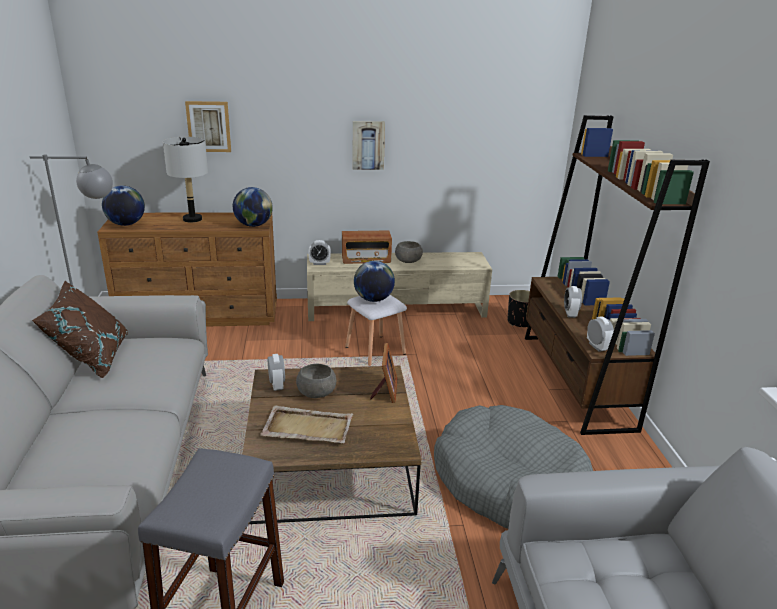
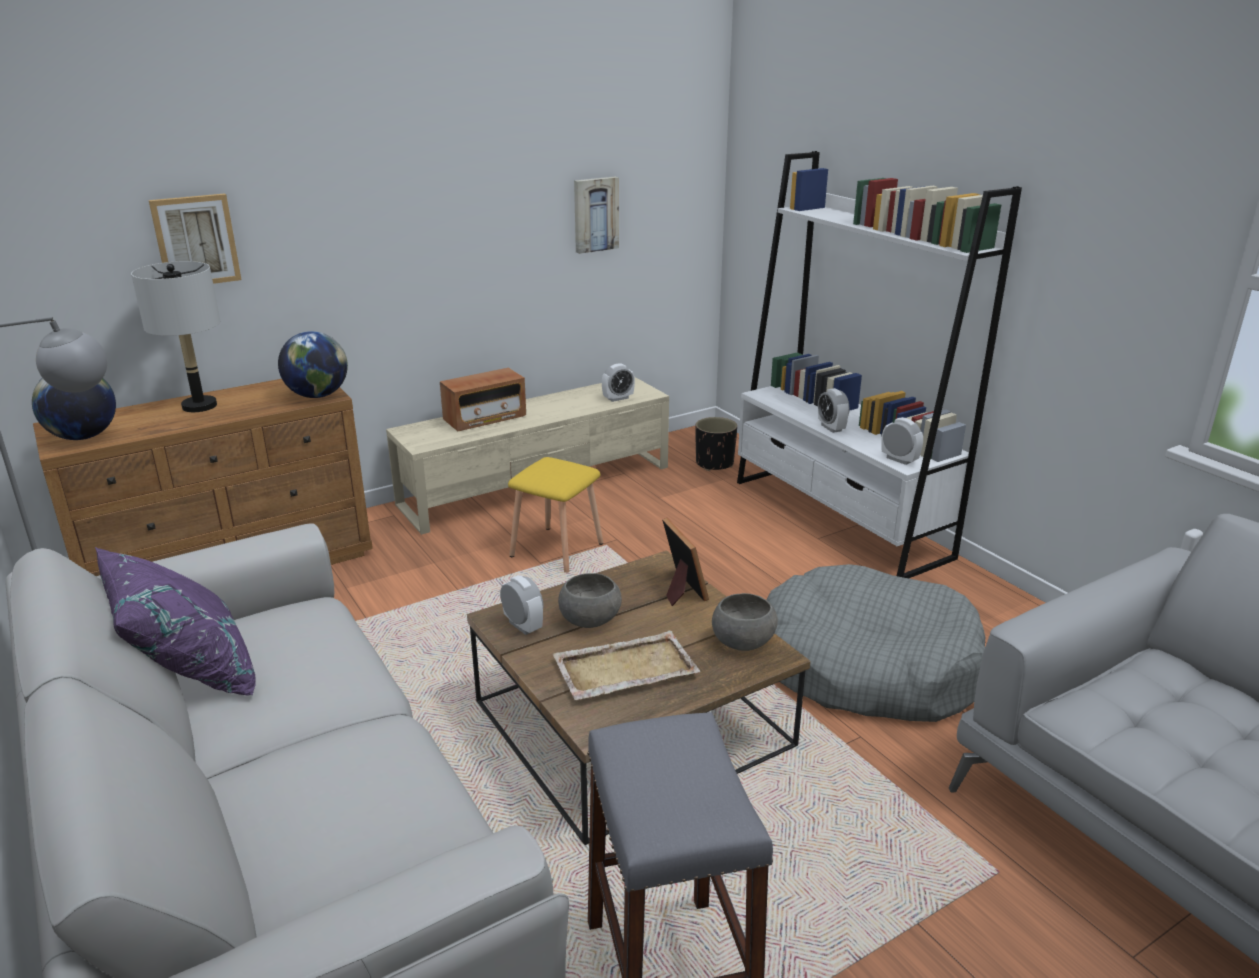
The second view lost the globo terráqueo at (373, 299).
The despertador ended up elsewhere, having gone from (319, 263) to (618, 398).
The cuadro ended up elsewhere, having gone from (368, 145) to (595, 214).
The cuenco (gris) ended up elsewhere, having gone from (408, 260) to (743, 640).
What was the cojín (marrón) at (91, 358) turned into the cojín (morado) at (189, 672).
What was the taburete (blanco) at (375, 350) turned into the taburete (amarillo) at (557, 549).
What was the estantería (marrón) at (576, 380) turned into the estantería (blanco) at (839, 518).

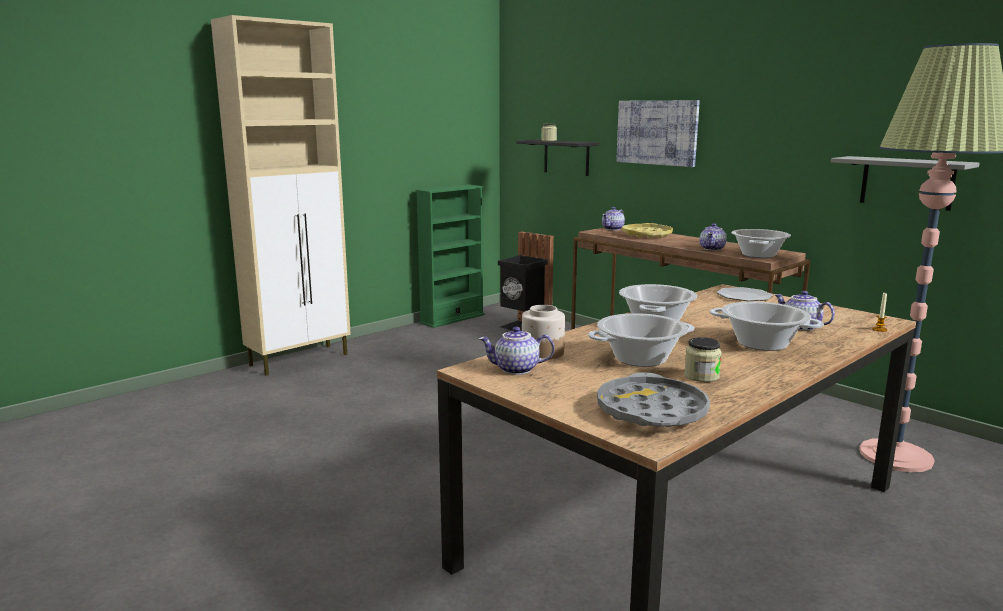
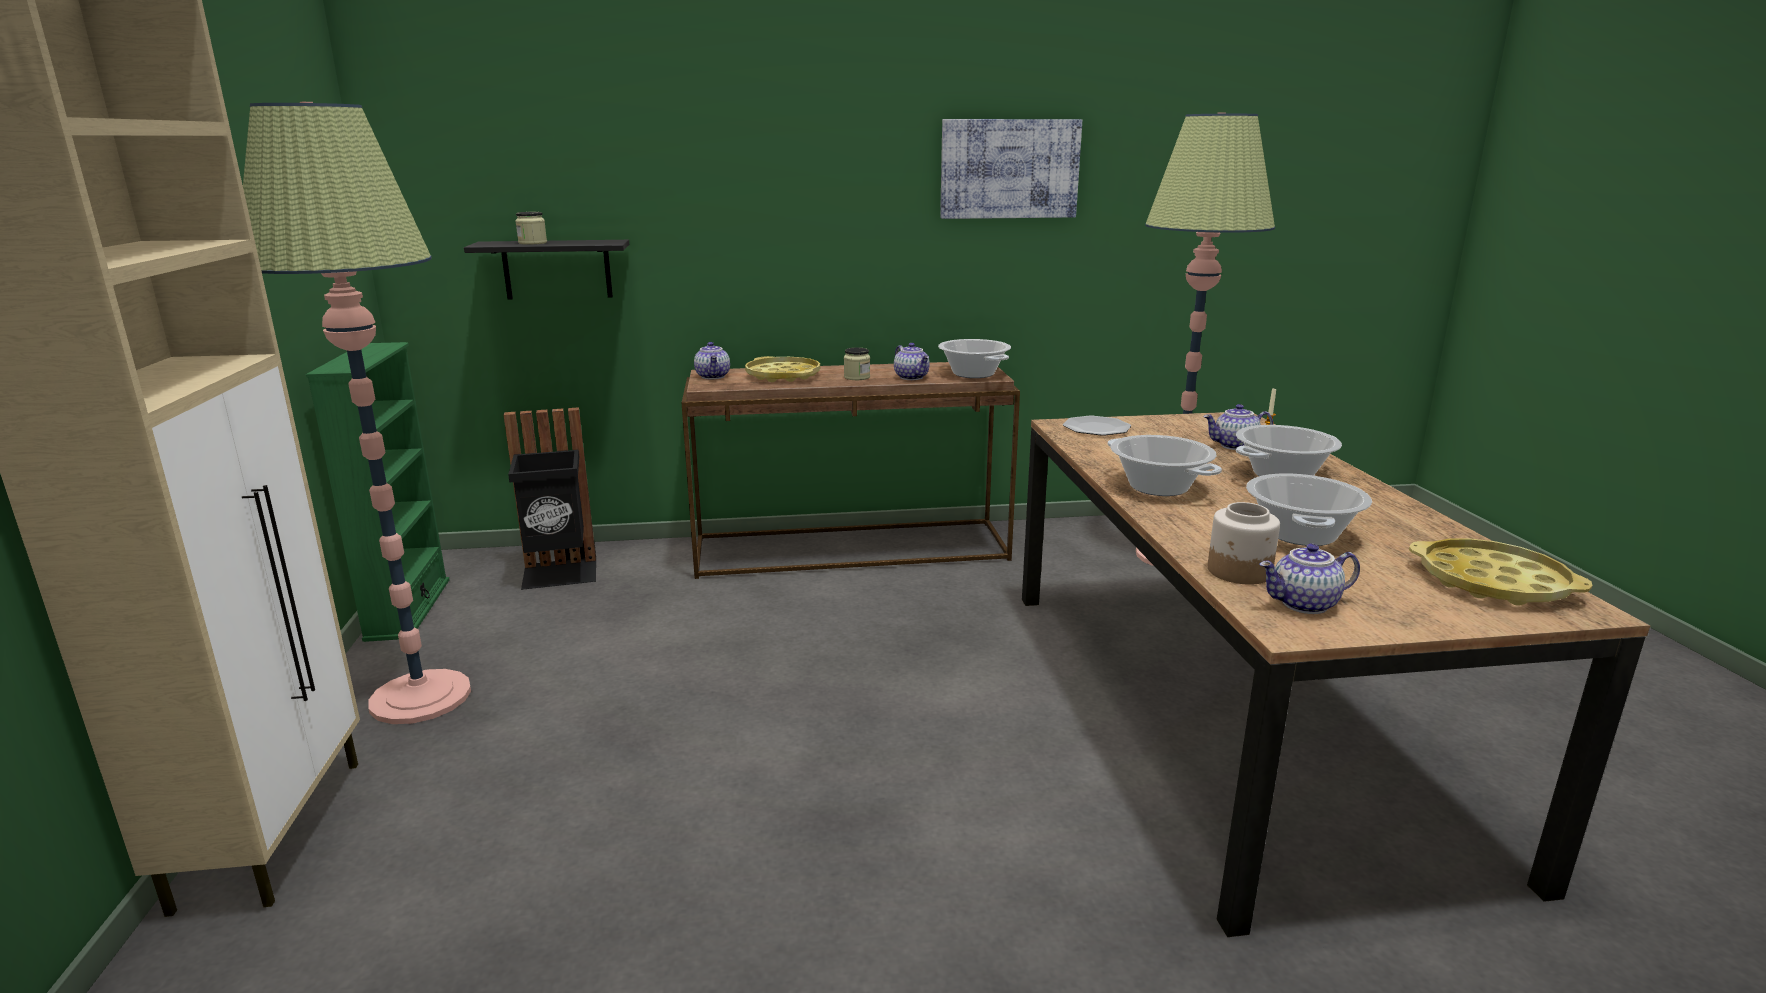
The second view lost the estante (gris) at (907, 182).
The second view gained the lámpara de pie at (420, 697).
The cuadro ended up elsewhere, having gone from (657, 132) to (1009, 169).
The tarro ended up elsewhere, having gone from (701, 376) to (857, 377).
What was the bandeja (gris) at (651, 411) turned into the bandeja (amarillo) at (1492, 583).
The tetera at (516, 370) ended up facing another way, 45 degrees clockwise from before.

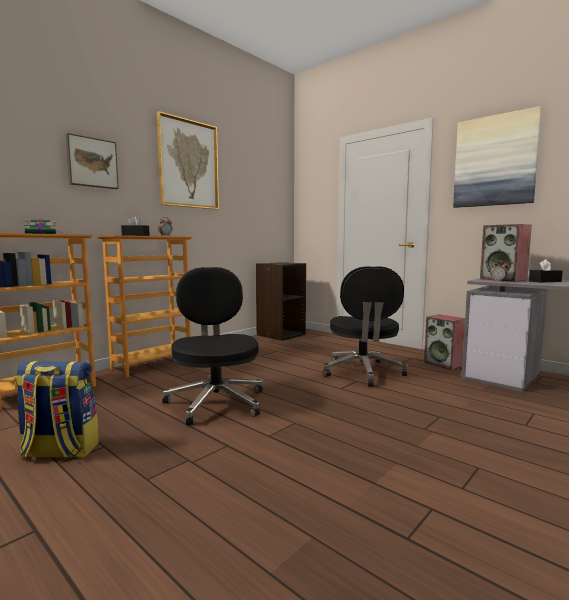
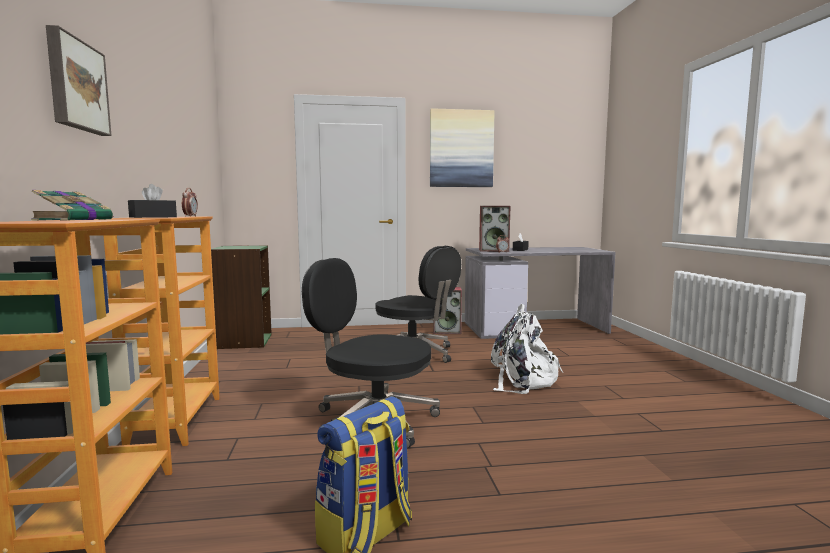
The second view lost the cuadro at (188, 164).
The second view gained the mochila (blanco) at (522, 380).
What was the estantería (negro) at (280, 334) turned into the estantería (verde) at (243, 341).

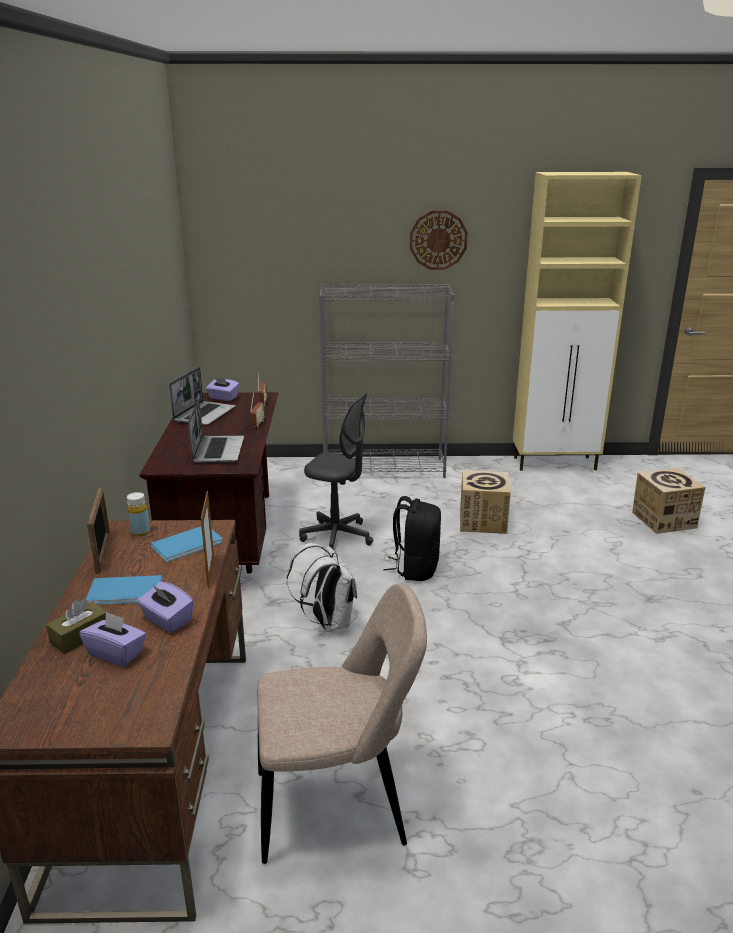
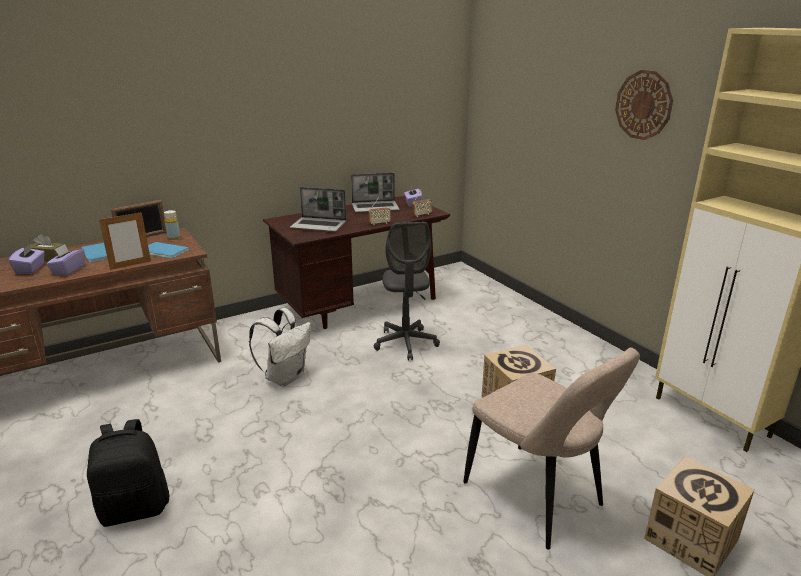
The second view lost the estantería (gris) at (384, 468).
The silla (beis) ended up elsewhere, having gone from (338, 807) to (537, 498).
The mochila (negro) ended up elsewhere, having gone from (415, 568) to (135, 508).
The portátil at (217, 450) ended up facing another way, 45 degrees clockwise from before.

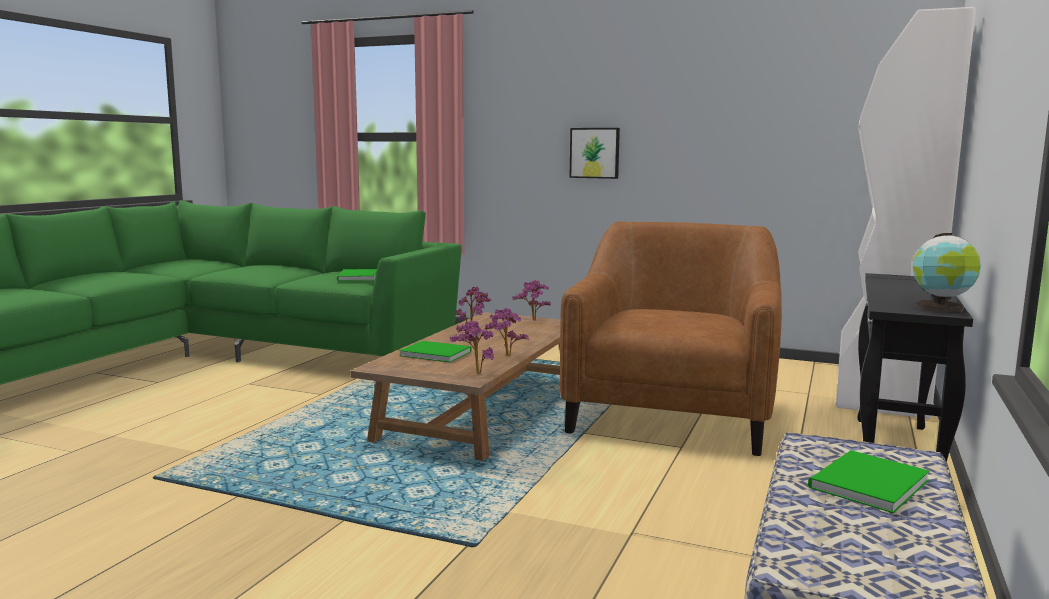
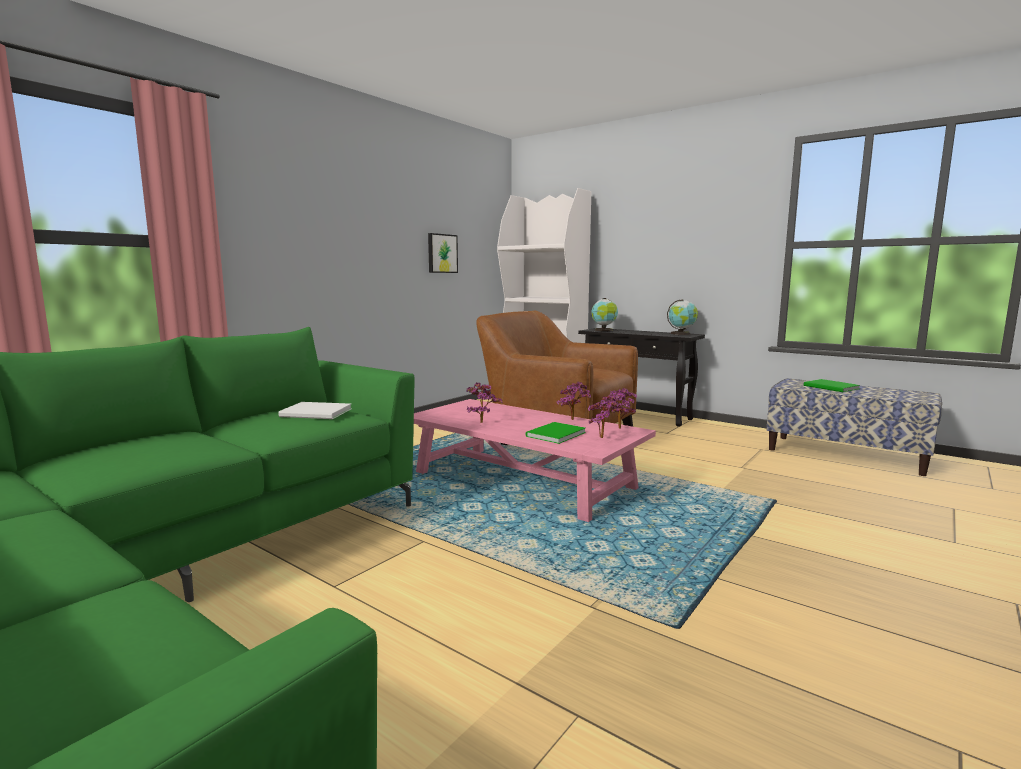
The second view gained the globo terráqueo at (604, 330).
The planta en maceta ended up elsewhere, having gone from (533, 321) to (604, 438).
The cuadro ended up elsewhere, having gone from (595, 153) to (442, 253).
What was the libro (verde) at (356, 277) turned into the libro (blanco) at (317, 413).
What was the mesa de centro (marrón) at (481, 410) turned into the mesa de centro (rosa) at (521, 480).

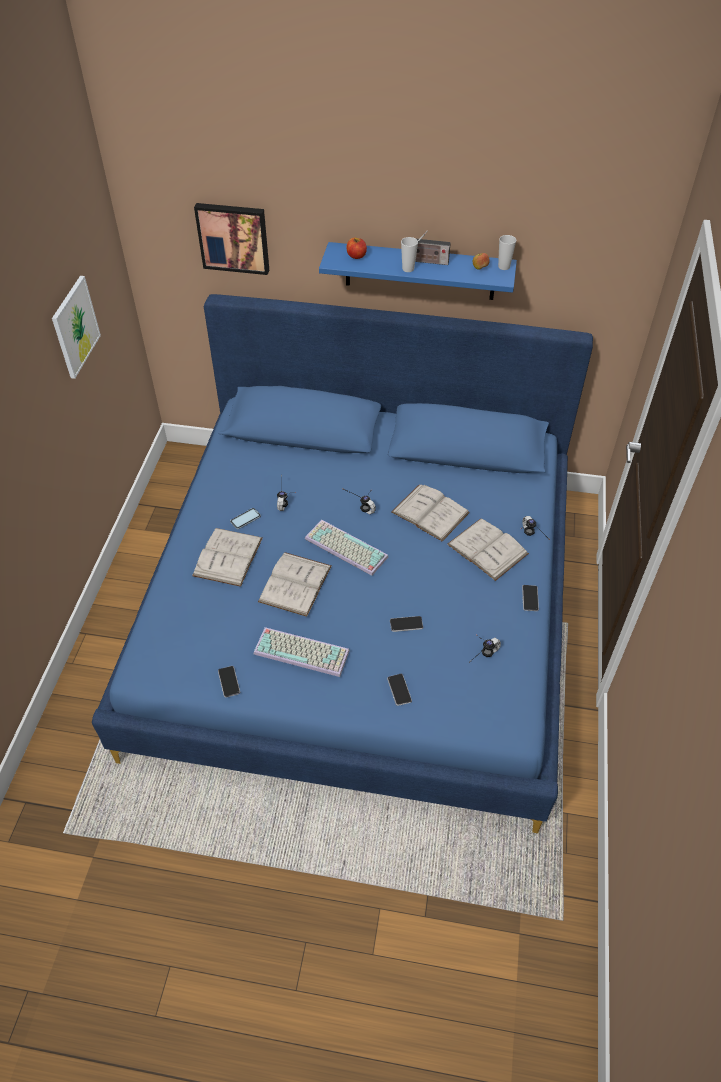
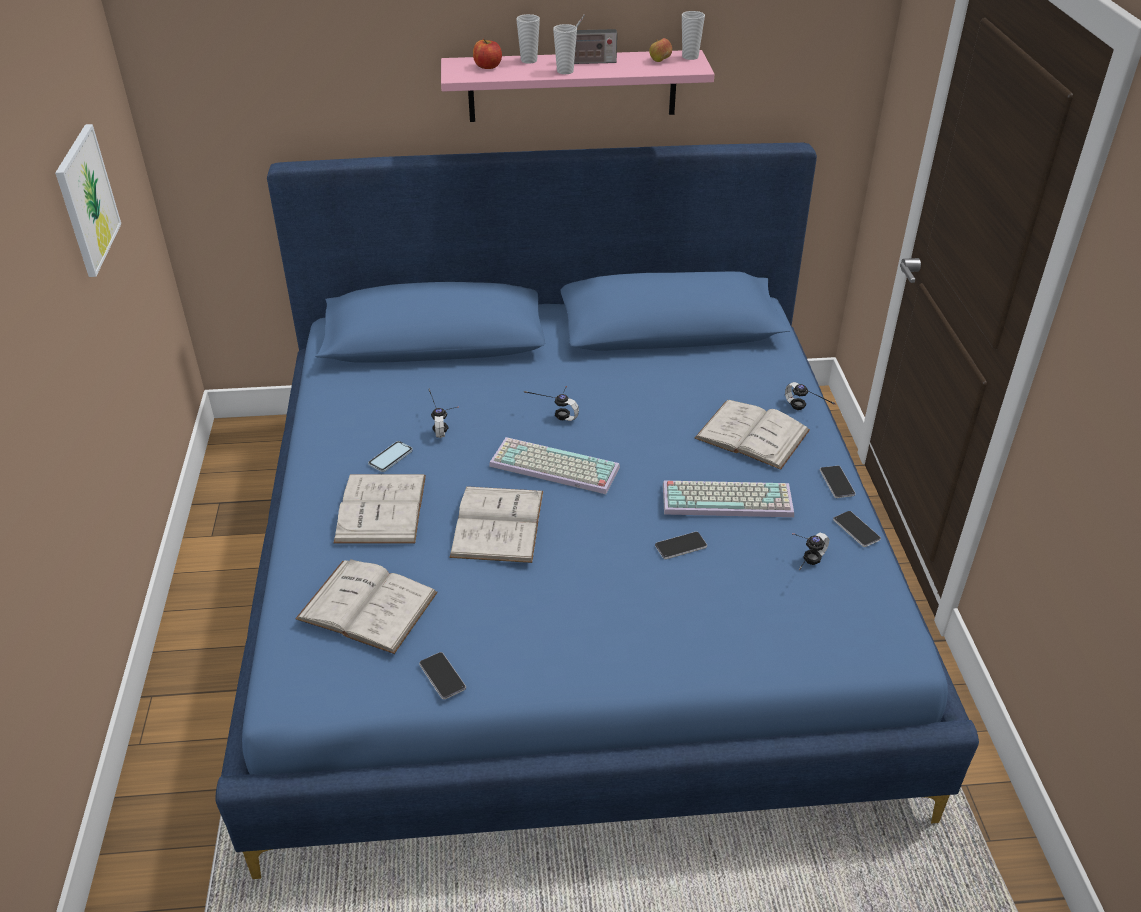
The second view lost the cuadro at (233, 237).
The second view gained the taza at (529, 60).
The teclado ended up elsewhere, having gone from (303, 651) to (728, 499).
The móvil ended up elsewhere, having gone from (399, 690) to (856, 529).
The libro (blanco) ended up elsewhere, having gone from (430, 512) to (367, 606).
What was the estante (azul) at (420, 271) turned into the estante (rosa) at (572, 86).

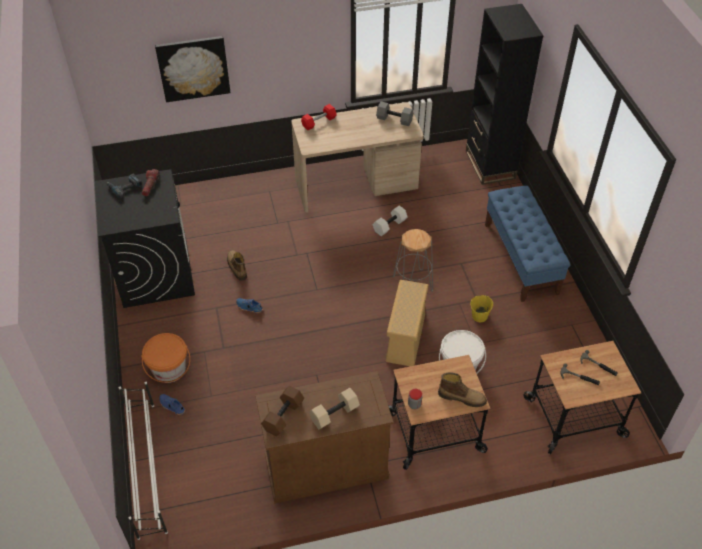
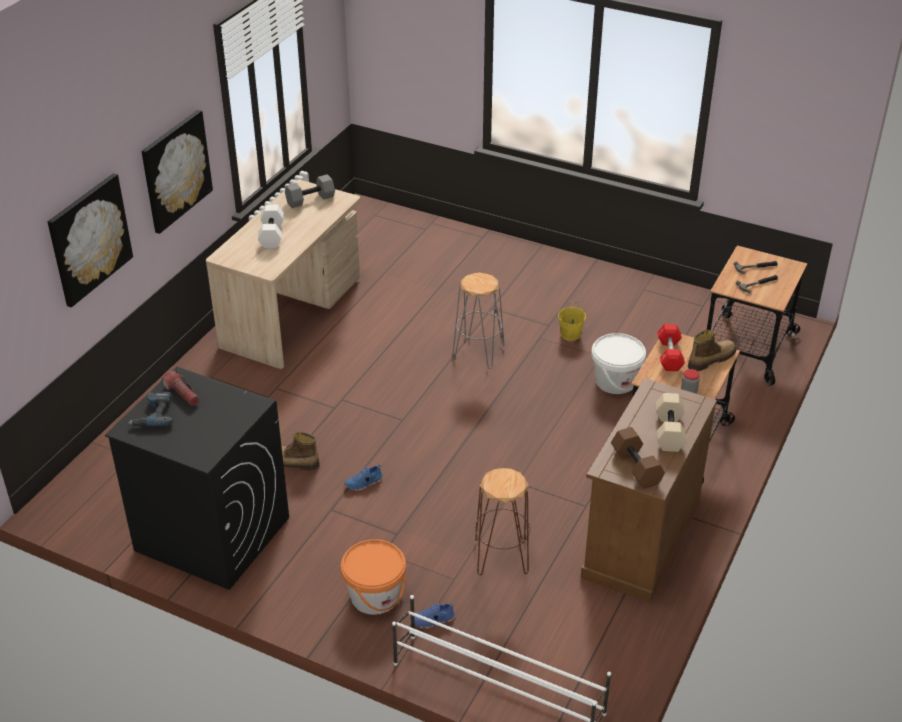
The second view lost the caja de almacenaje (beis) at (405, 336).
The second view lost the estantería (negro) at (490, 165).
The second view lost the banco (azul) at (521, 259).
The second view gained the cuadro at (176, 170).
The second view gained the taburete (marrón) at (501, 557).
The mancuerna (rojo) ended up elsewhere, having gone from (319, 122) to (669, 355).
The mancuerna (blanco) ended up elsewhere, having gone from (390, 226) to (272, 235).

